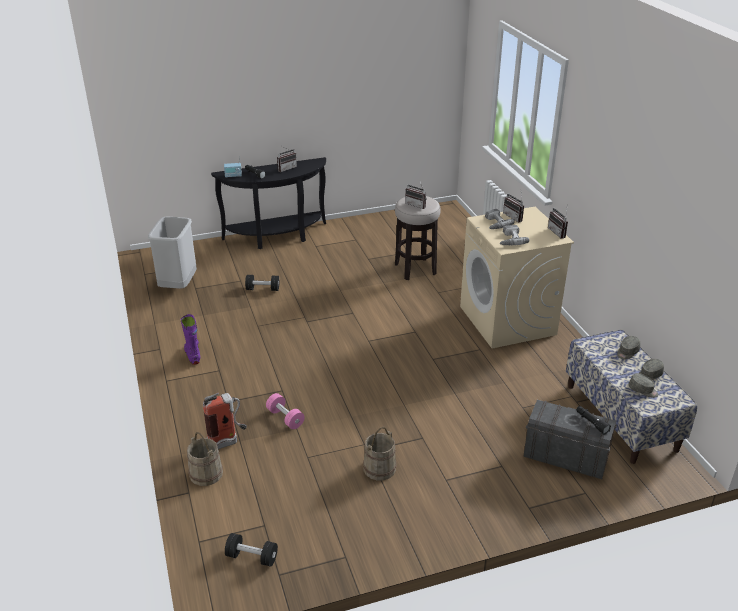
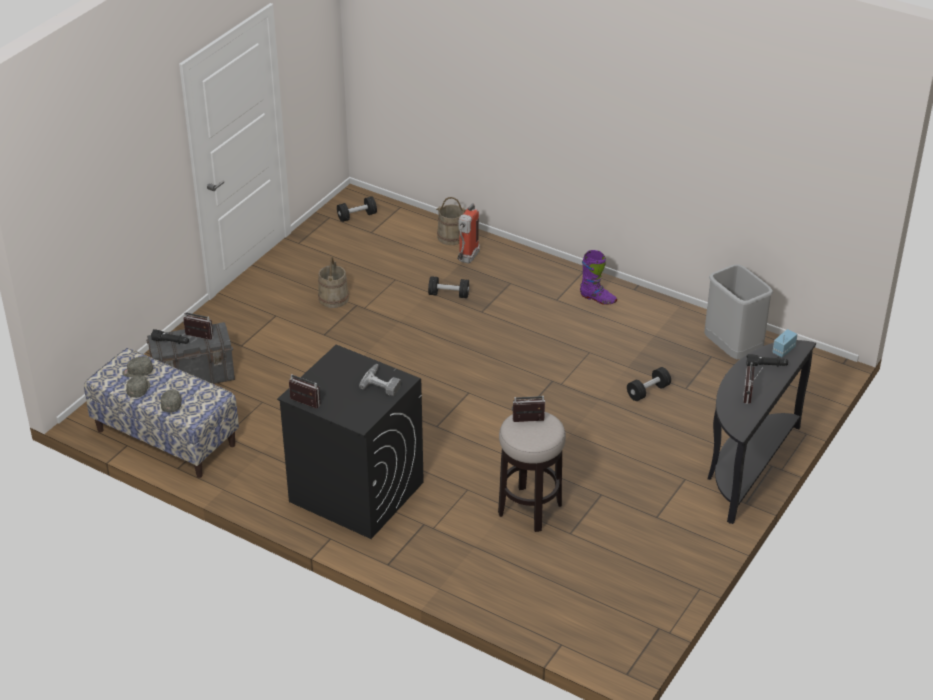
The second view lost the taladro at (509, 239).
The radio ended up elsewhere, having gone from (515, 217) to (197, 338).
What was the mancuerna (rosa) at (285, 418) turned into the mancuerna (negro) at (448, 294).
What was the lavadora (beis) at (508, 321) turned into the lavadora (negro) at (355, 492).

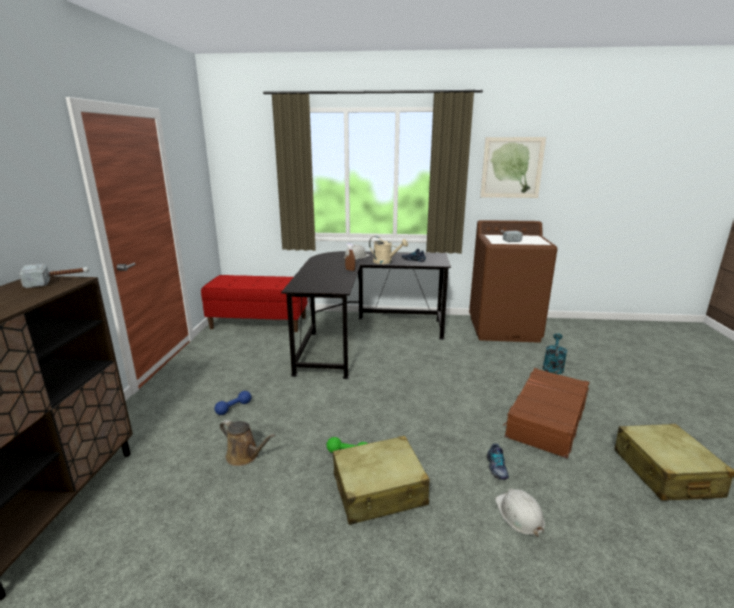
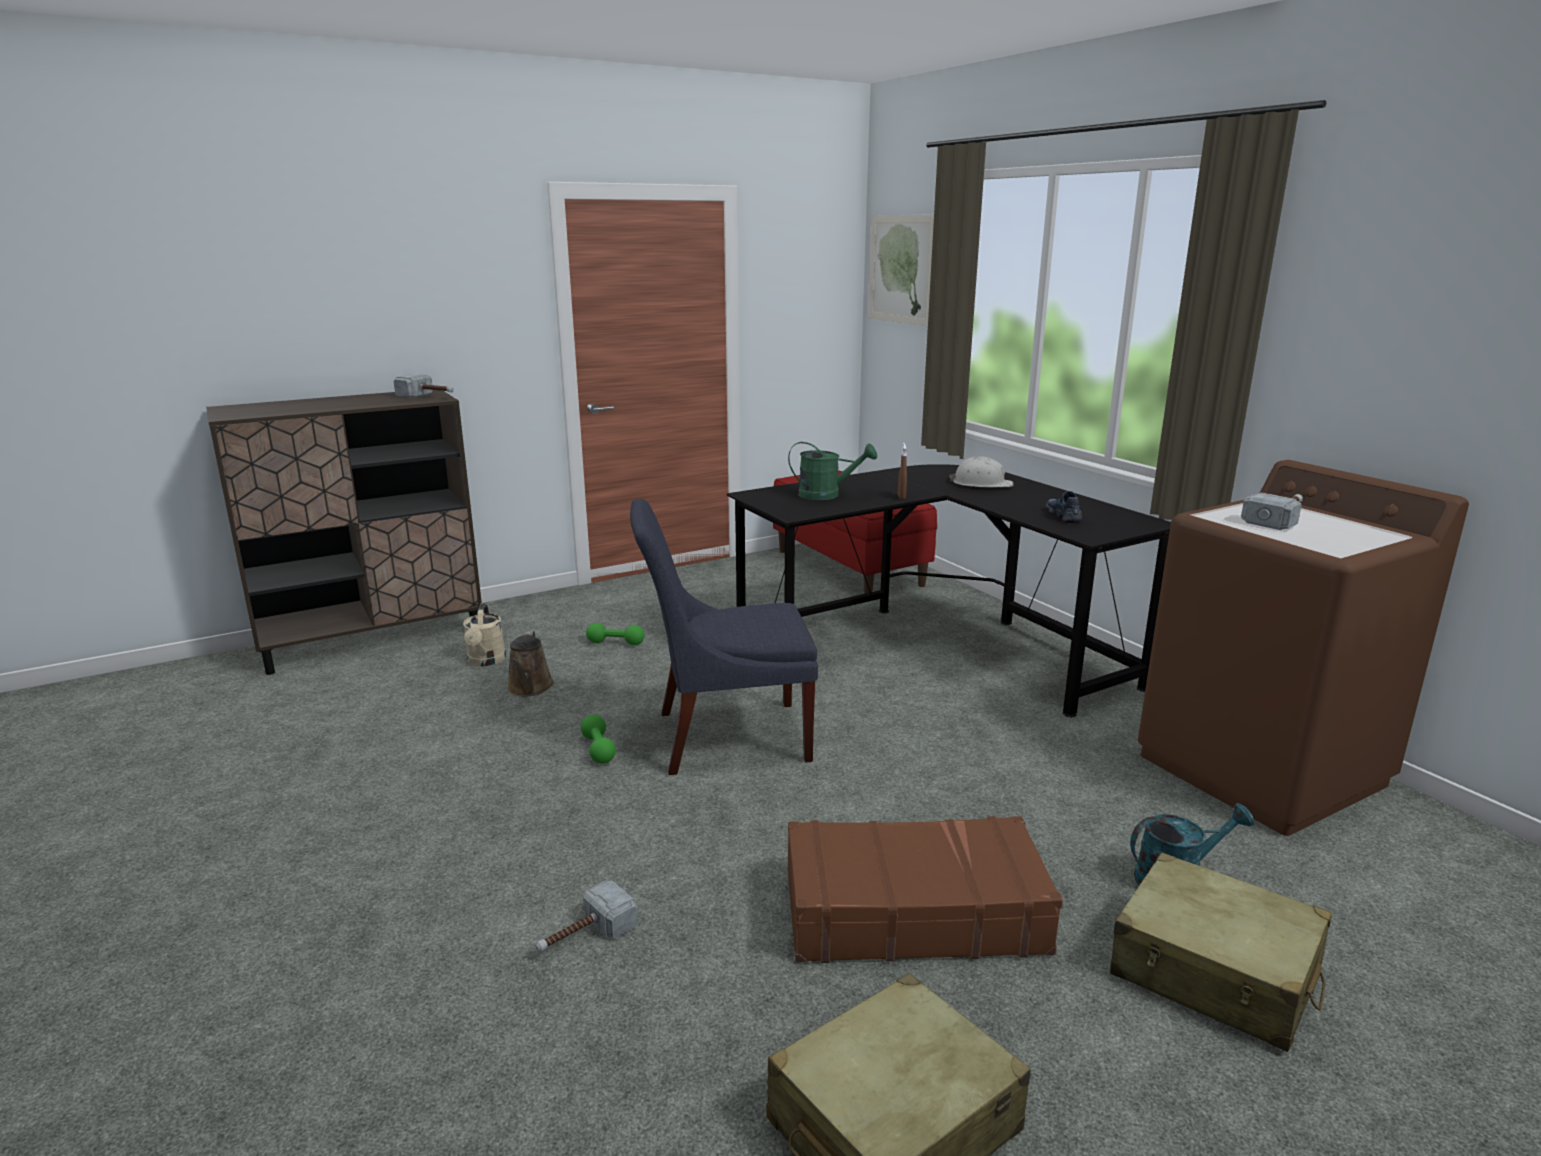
The second view lost the zapato at (496, 468).
The second view gained the silla (azul) at (724, 736).
The second view gained the regadera (verde) at (827, 495).
The maleta (beis) ended up elsewhere, having gone from (379, 490) to (1214, 972).
The regadera (beis) ended up elsewhere, having gone from (386, 262) to (486, 661).
The cuadro ended up elsewhere, having gone from (512, 168) to (901, 269).
Where the casco (blanco) stood at (519, 514), the martillo came to stand at (584, 935).
What was the mancuerna (azul) at (234, 408) turned into the mancuerna (verde) at (615, 643).

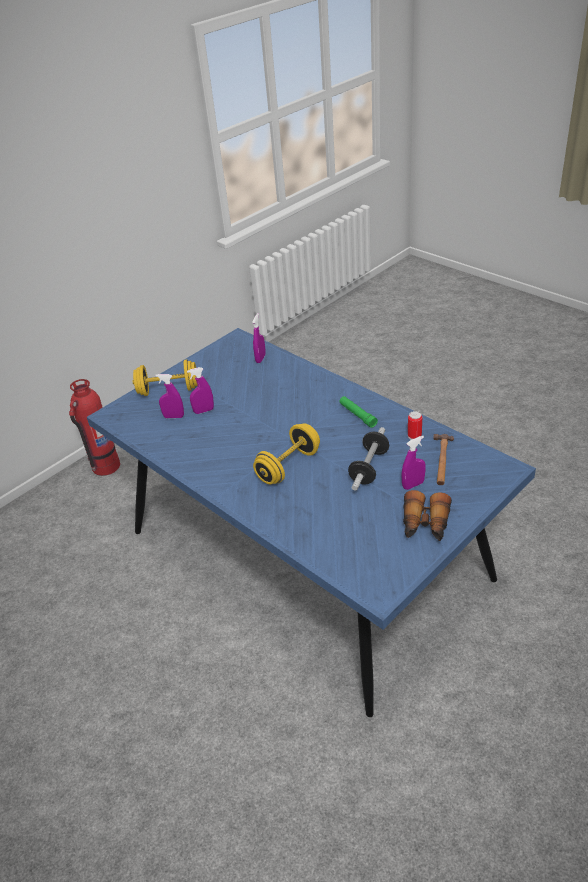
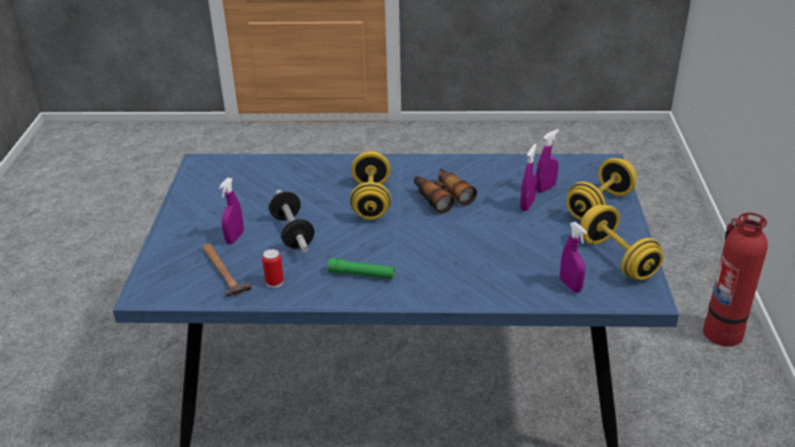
The second view gained the mancuerna (amarillo) at (617, 259).
The prismáticos ended up elsewhere, having gone from (425, 524) to (441, 196).

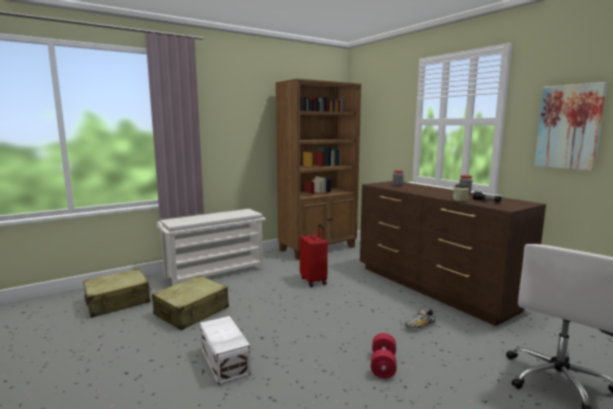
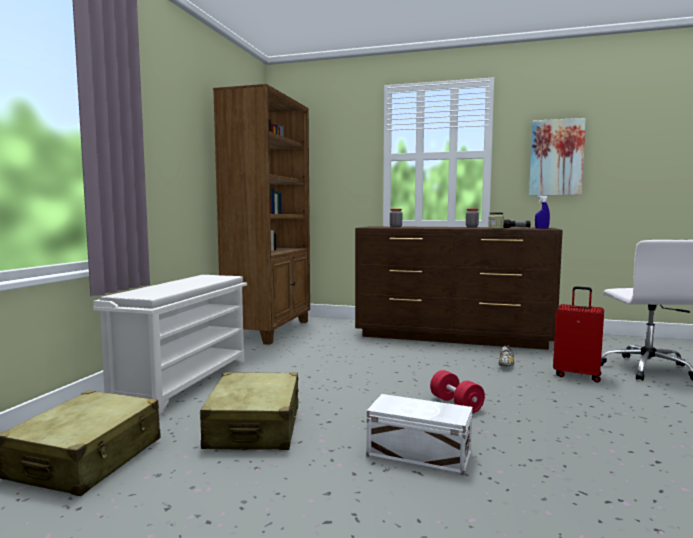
The second view gained the pulverizador (azul) at (541, 228).
The maleta (rojo) ended up elsewhere, having gone from (314, 281) to (577, 375).
The mancuerna (rojo) ended up elsewhere, having gone from (383, 365) to (456, 404).

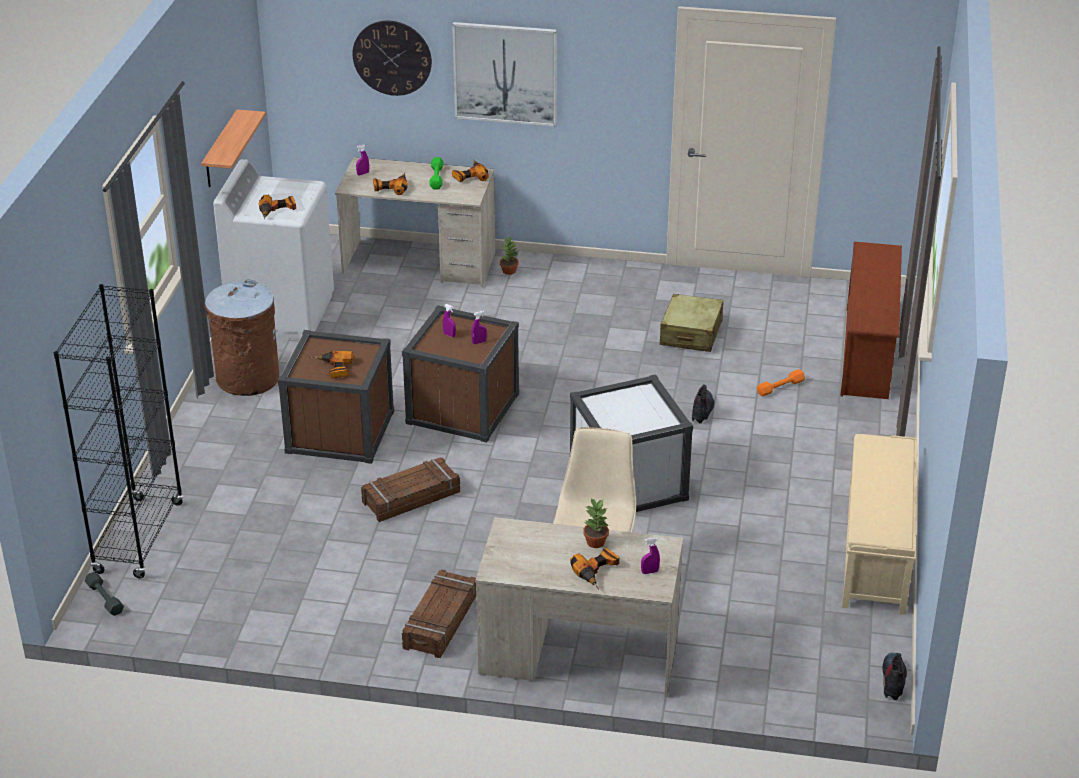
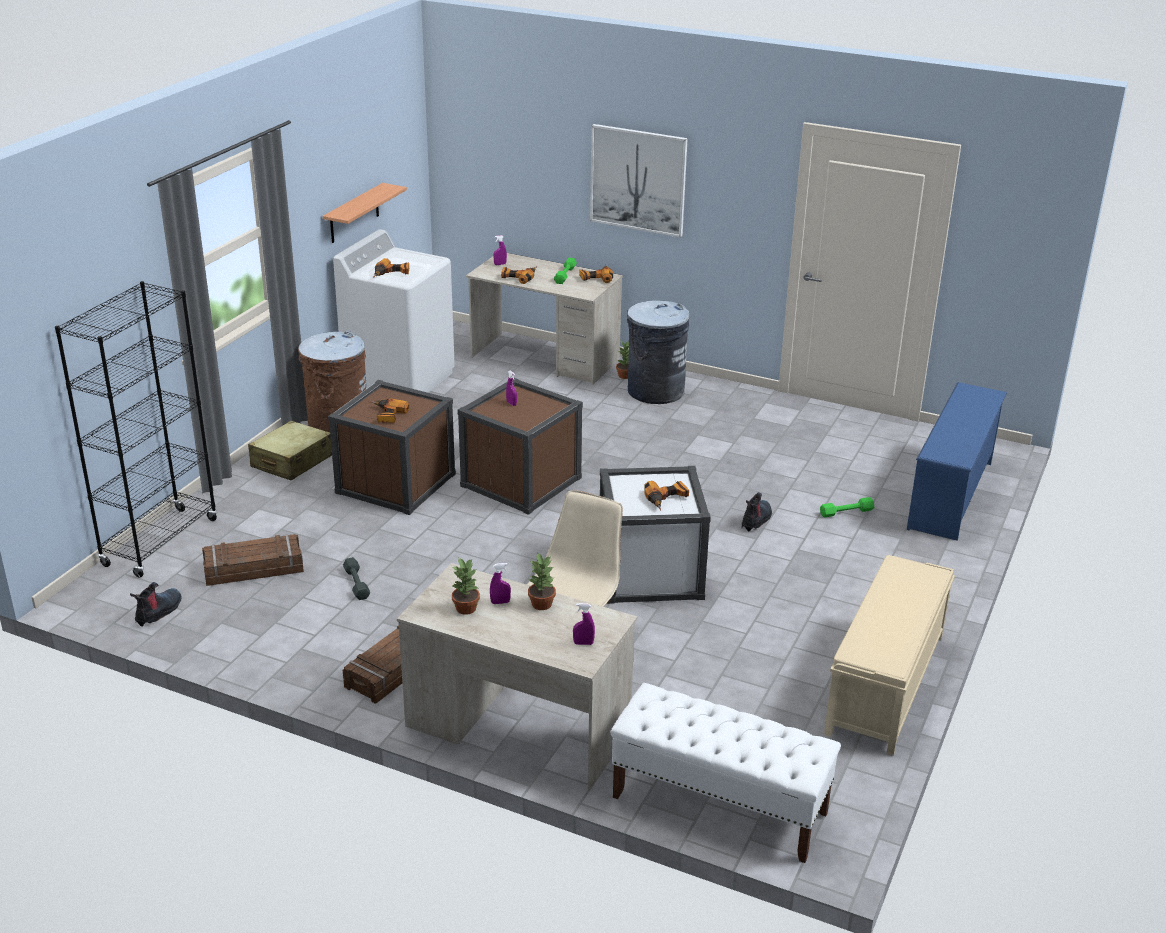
The second view lost the reloj de pared at (392, 57).
The second view gained the planta en maceta at (466, 608).
The second view gained the banco (blanco) at (718, 805).
The second view gained the papelera (gris) at (655, 391).
The mancuerna (gris) ended up elsewhere, having gone from (104, 598) to (356, 583).
The caja de embalaje ended up elsewhere, having gone from (411, 497) to (253, 568).
The pulverizador (morado) ended up elsewhere, having gone from (479, 342) to (500, 602).
The taladro ended up elsewhere, having gone from (598, 572) to (667, 500).
The maleta (beis) ended up elsewhere, having gone from (691, 334) to (292, 462).
The bota ended up elsewhere, having gone from (893, 680) to (159, 612).
What was the mancuerna (naranja) at (780, 387) turned into the mancuerna (verde) at (846, 512).
What was the zapatero (marrón) at (868, 353) turned into the zapatero (azul) at (952, 495).

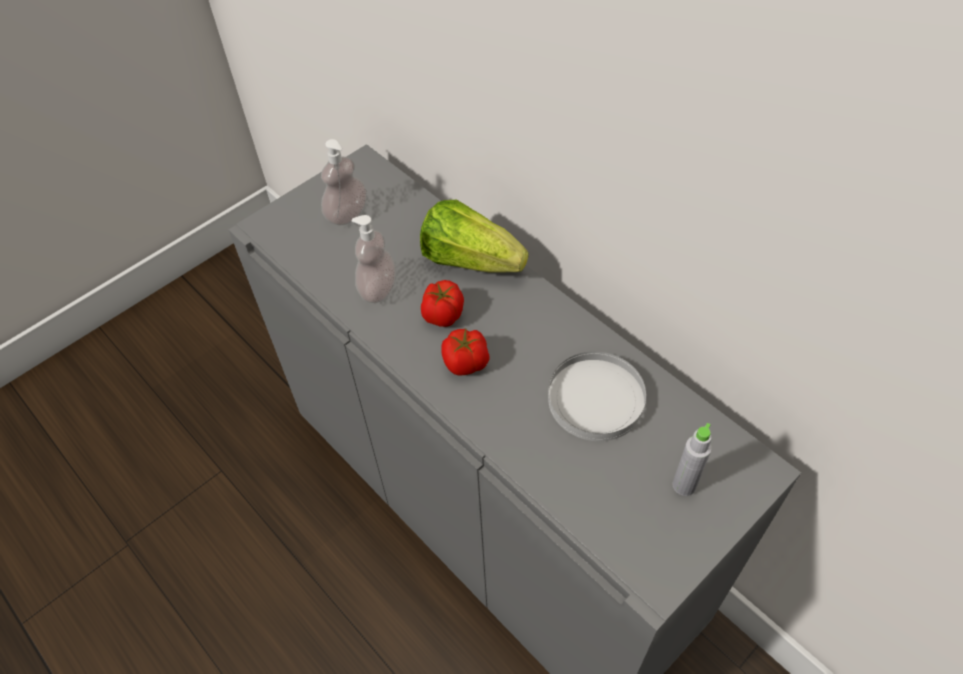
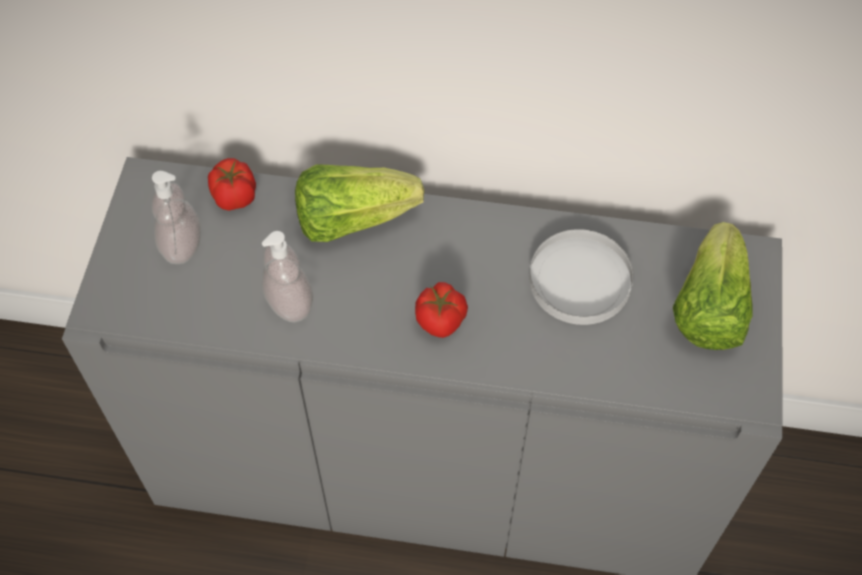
The tomate ended up elsewhere, having gone from (442, 315) to (234, 197).
Where the botella (gris) stood at (684, 485), the lechuga came to stand at (708, 308).

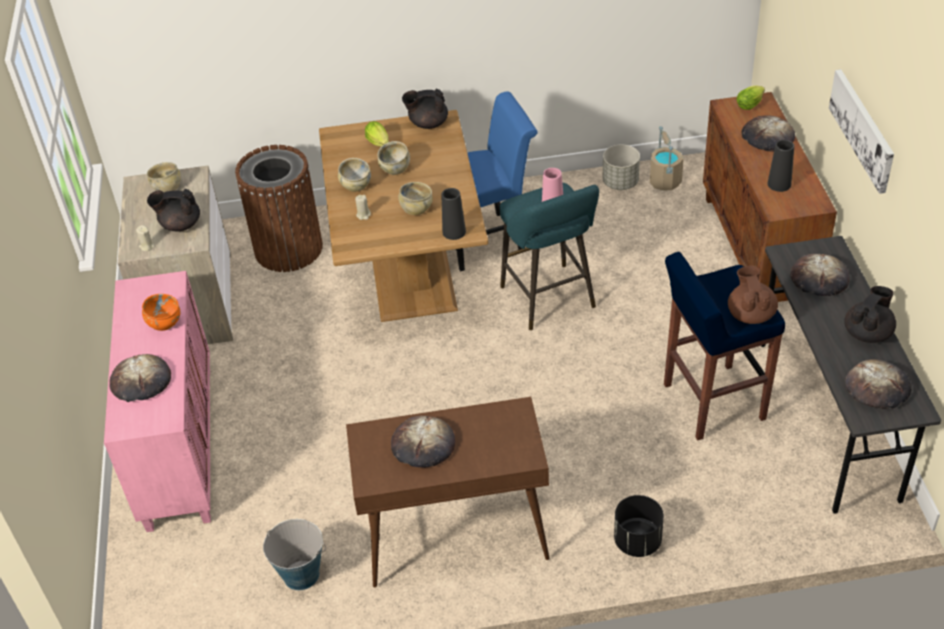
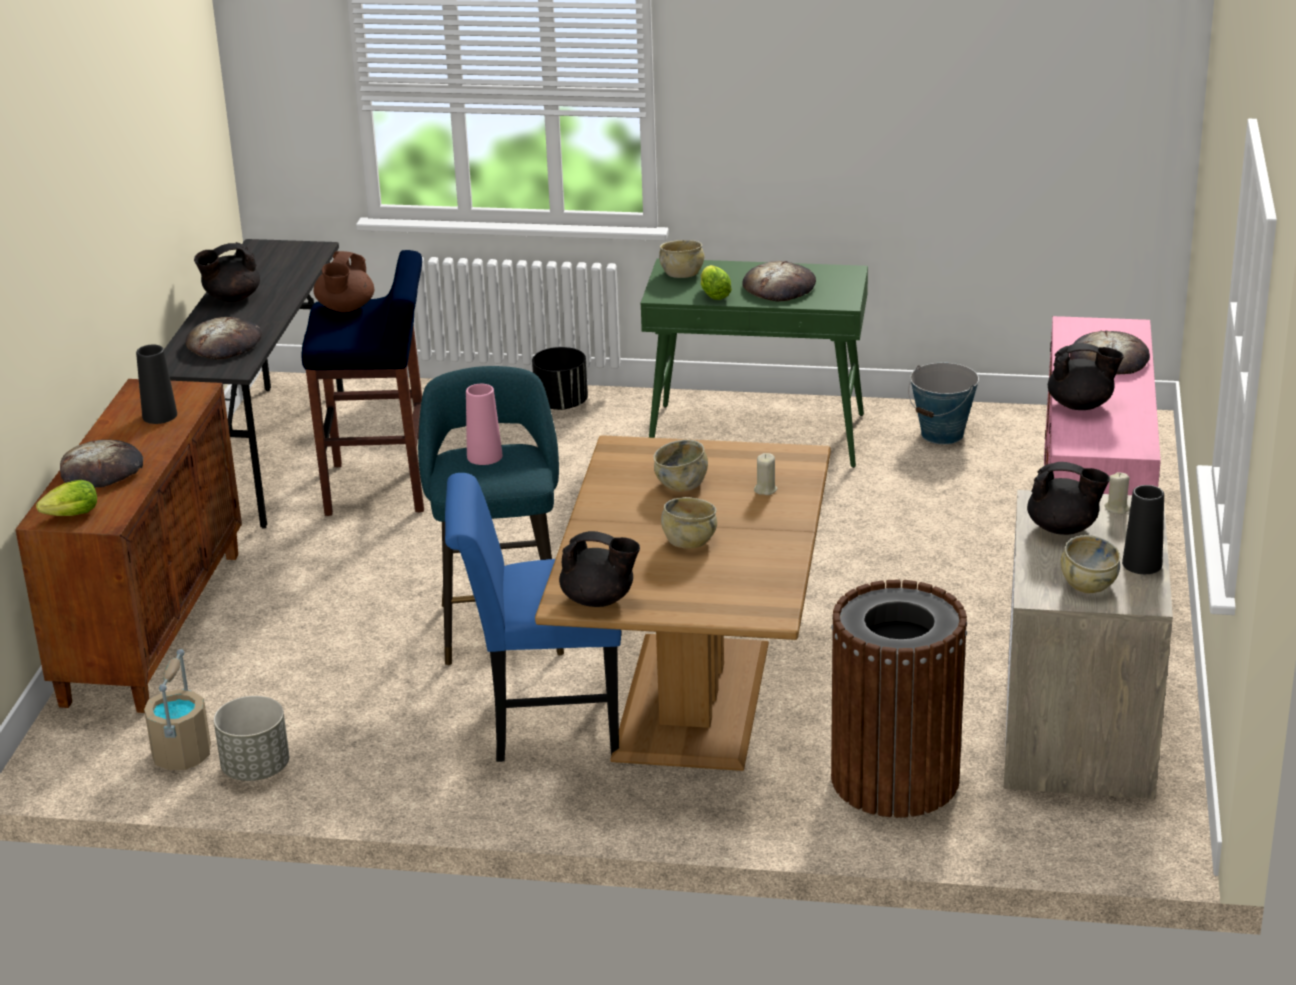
The second view lost the cuadro at (863, 129).
The second view lost the pan at (877, 388).
The cuenco (beis) ended up elsewhere, having gone from (355, 185) to (682, 274).
The lechuga ended up elsewhere, having gone from (379, 144) to (713, 294).
The florero (negro) ended up elsewhere, having gone from (454, 232) to (1142, 564).
Where the cuenco (naranja) stood at (164, 323), the tetera (negro) came to stand at (1081, 405).
What was the mesa consola (marrón) at (454, 535) turned into the mesa consola (verde) at (758, 436).

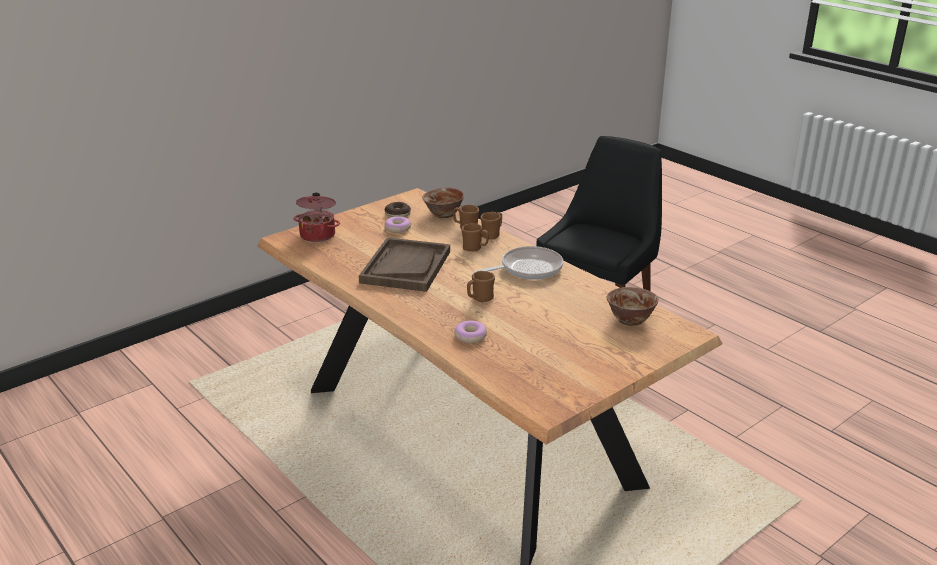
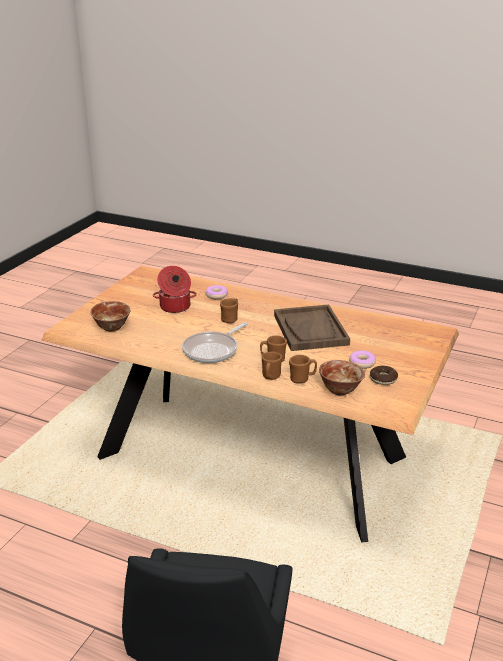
The olla ended up elsewhere, having gone from (318, 235) to (175, 307).

